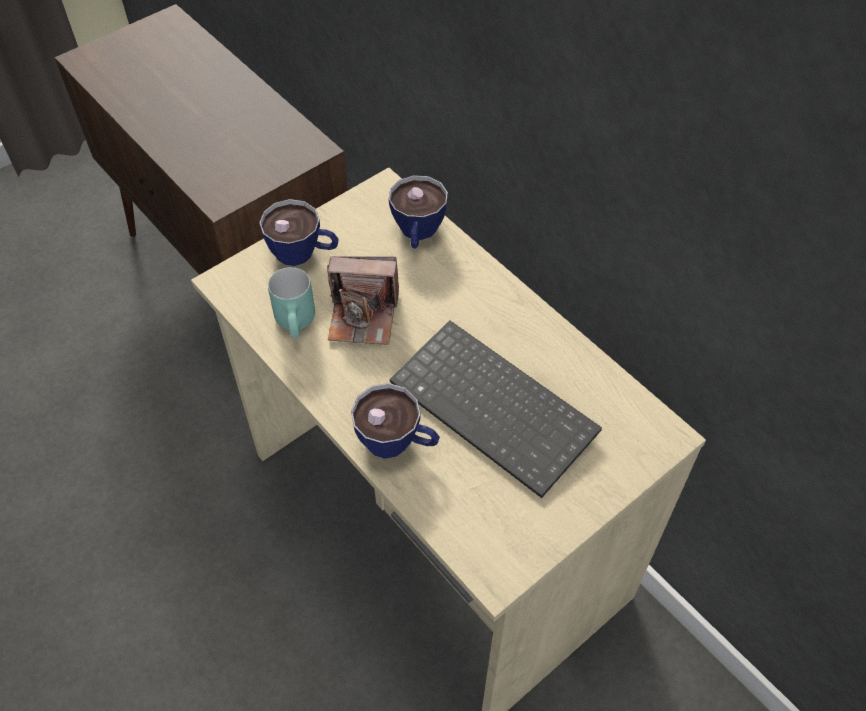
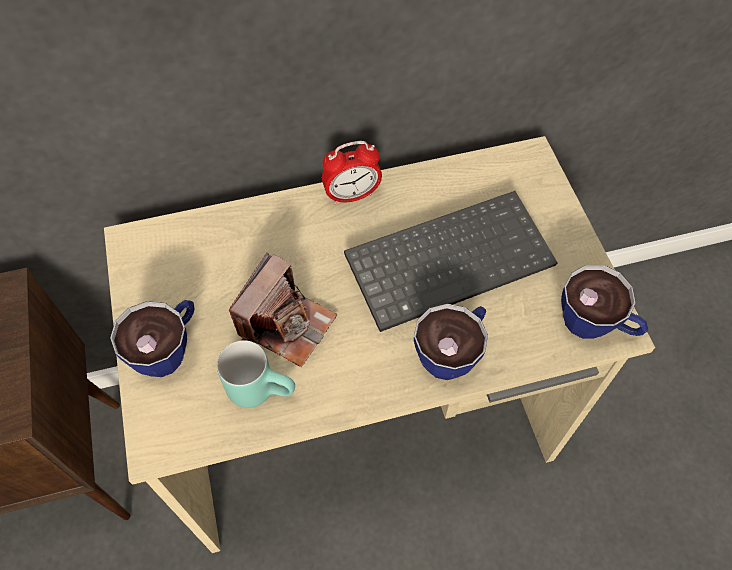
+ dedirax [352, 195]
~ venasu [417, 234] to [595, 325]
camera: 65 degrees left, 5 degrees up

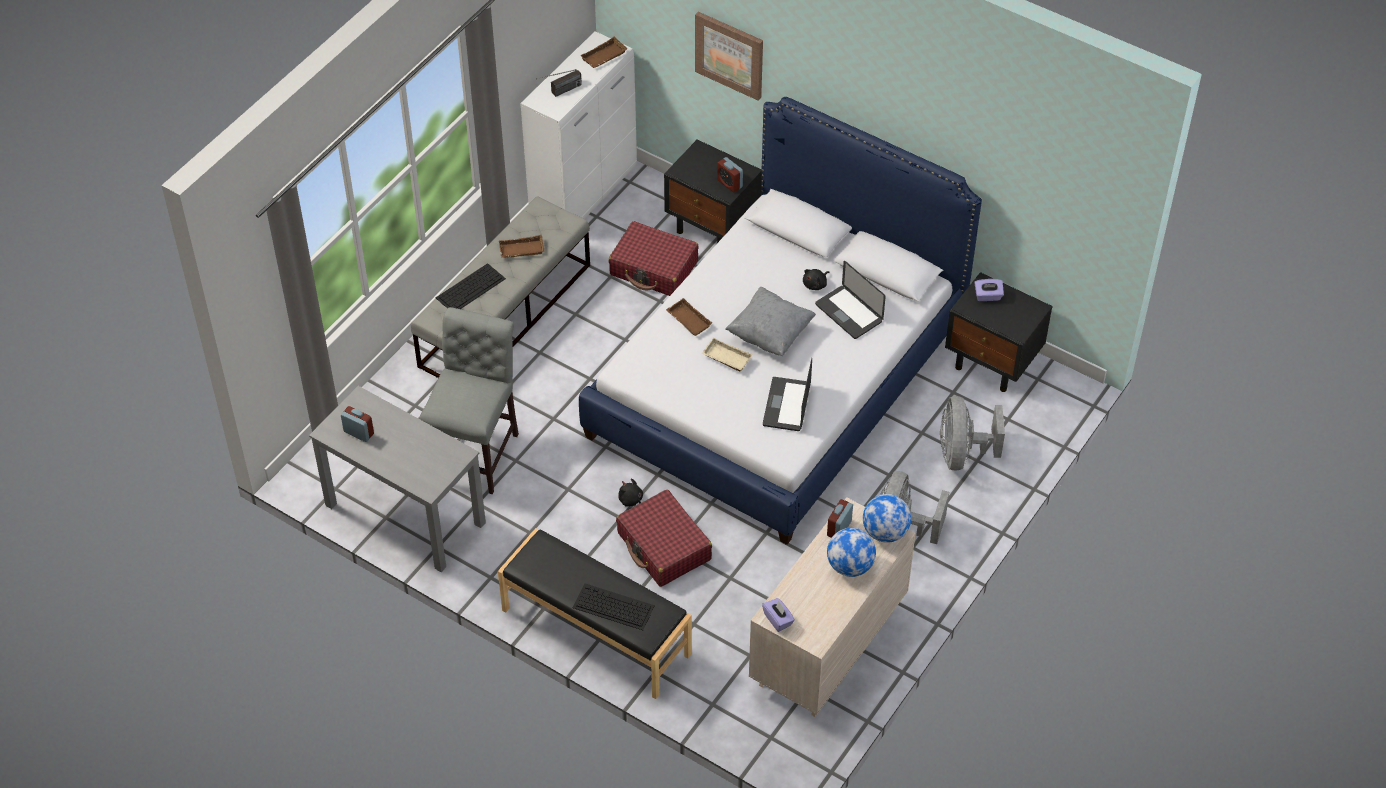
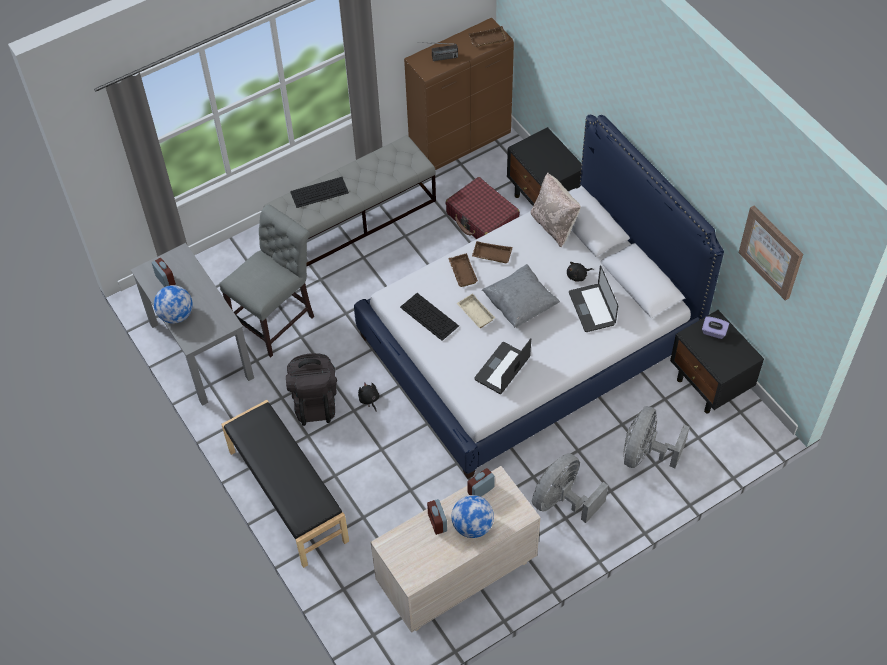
~ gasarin [885, 532] to [176, 315]
+ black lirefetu [315, 401]
~ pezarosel [612, 607] to [428, 316]
~ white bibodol [584, 194] to brown bibodol [461, 143]
~ dedirax [729, 183] to [437, 522]
~ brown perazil [521, 251] to [491, 255]
+ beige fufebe [554, 225]
~ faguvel [730, 54] to [771, 252]
- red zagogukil [664, 547]
- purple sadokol [778, 620]
camera: 25 degrees right, 5 degrees up

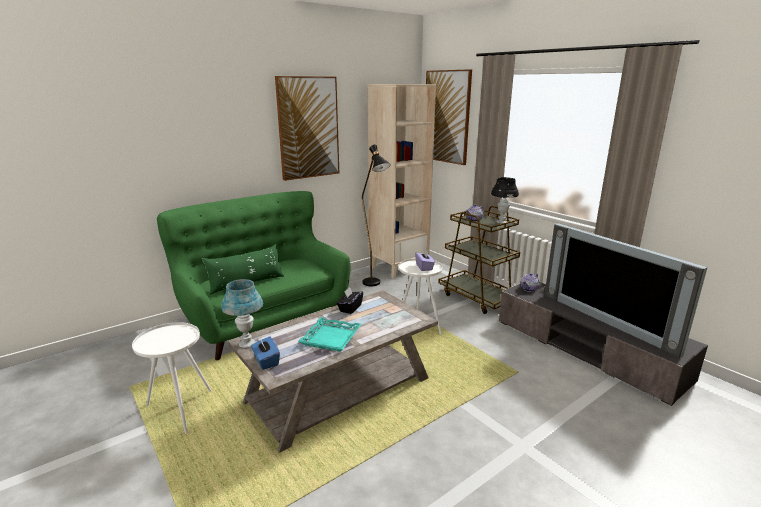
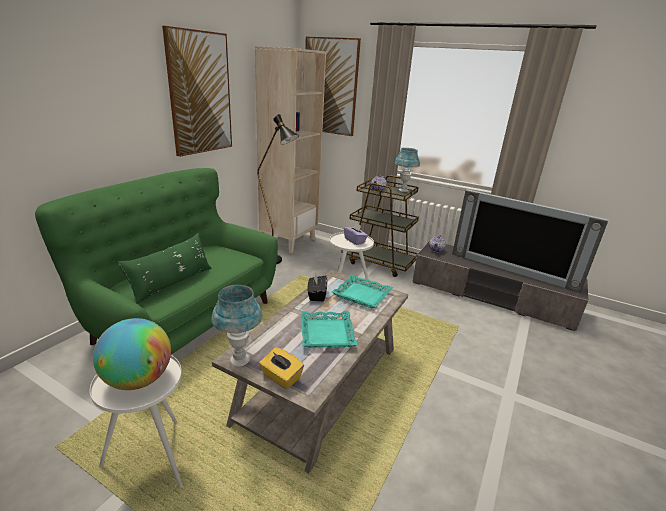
+ gasarin [138, 380]
~ blue sadokol [266, 361] to yellow sadokol [281, 377]
+ turquoise perazil [362, 295]
~ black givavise [501, 222] to blue givavise [403, 190]
camera: 25 degrees left, 5 degrees up

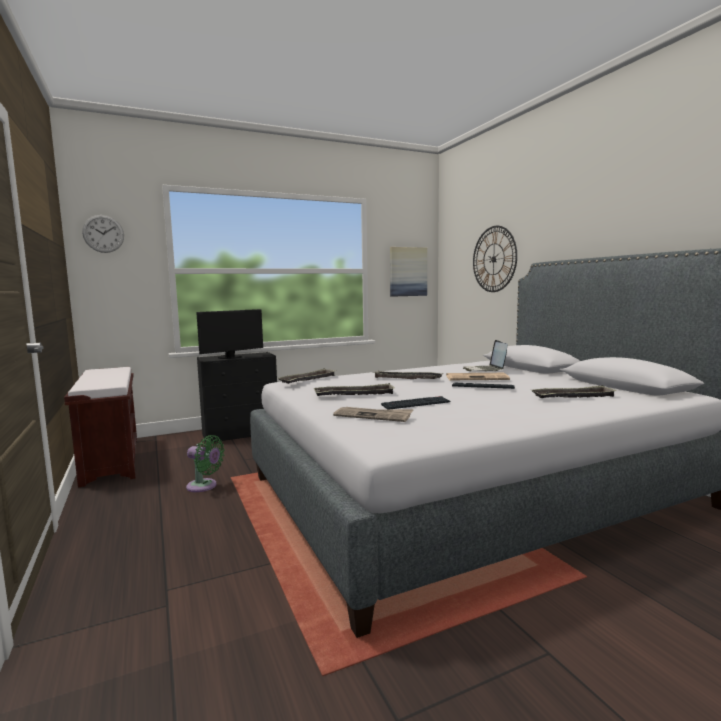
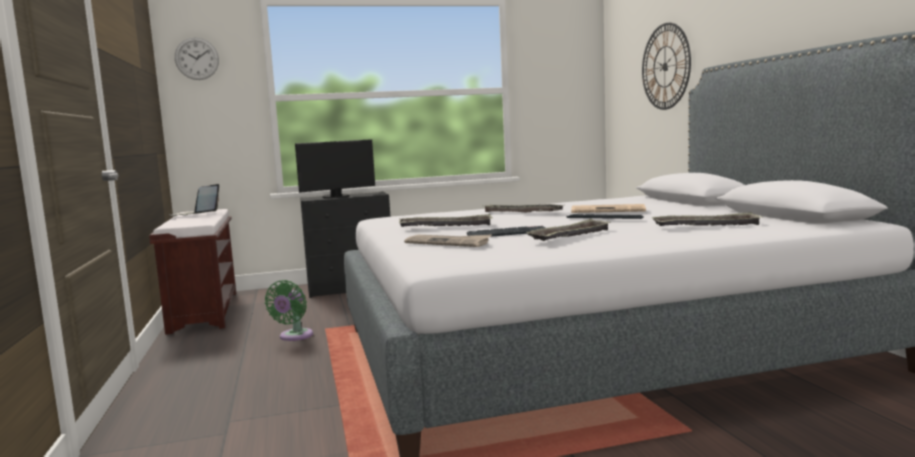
~ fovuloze [485, 370] to [194, 215]
~ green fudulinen [204, 486] = [294, 336] 75 degrees clockwise
~ perazil [308, 380] to [570, 236]
- faguvel [408, 271]
camera: 10 degrees right, 0 degrees up

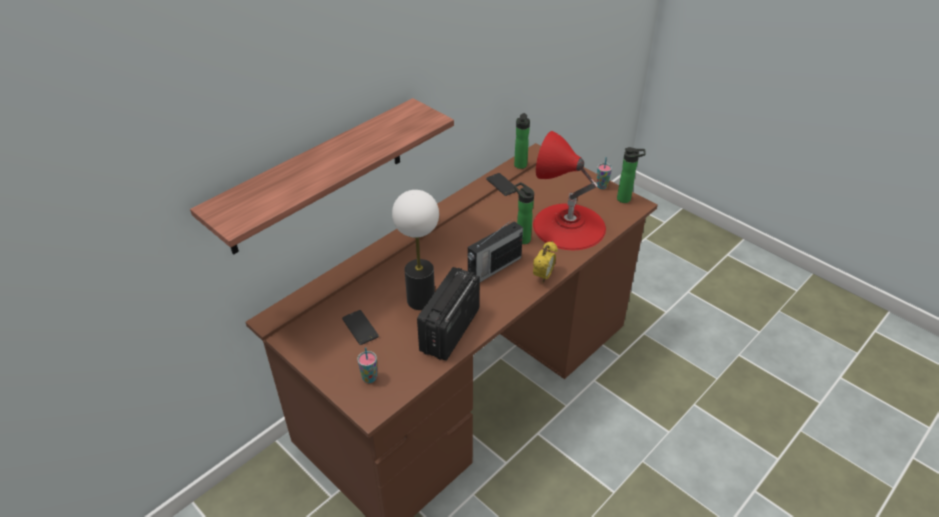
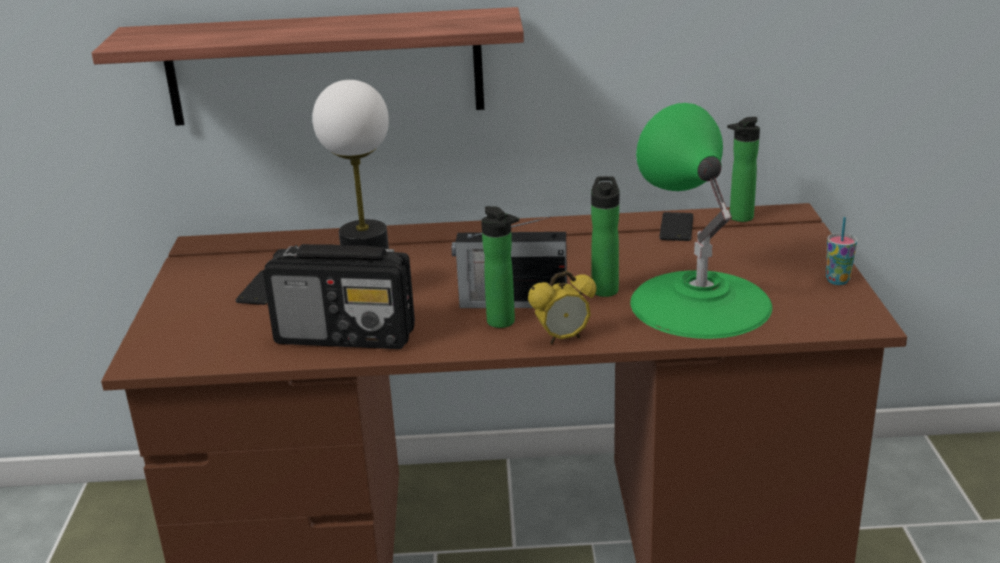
~ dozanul [449, 331] = [347, 336] 150 degrees counterclockwise
~ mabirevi [626, 199] to [503, 323]
~ red givavise [568, 226] to green givavise [699, 303]
- venasu [369, 378]
camera: 45 degrees right, 15 degrees down

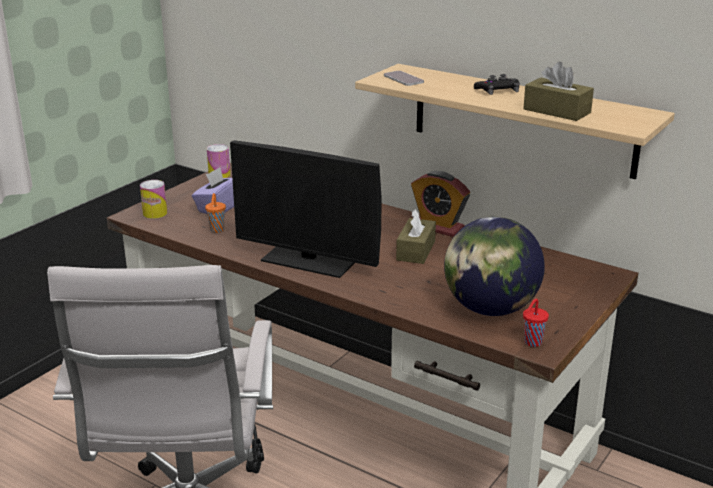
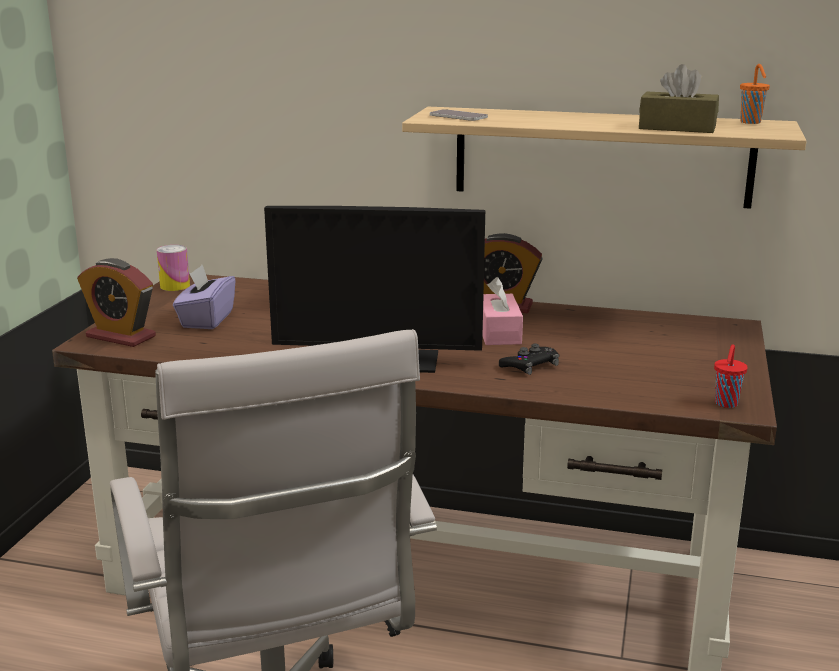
~ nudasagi [155, 213] to dedirax [121, 336]
~ brown sadokol [416, 250] to pink sadokol [499, 332]
~ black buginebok [497, 91] to [530, 366]
~ orange venasu [216, 230] to [751, 122]
- gasarin [490, 309]
camera: 20 degrees left, 5 degrees down

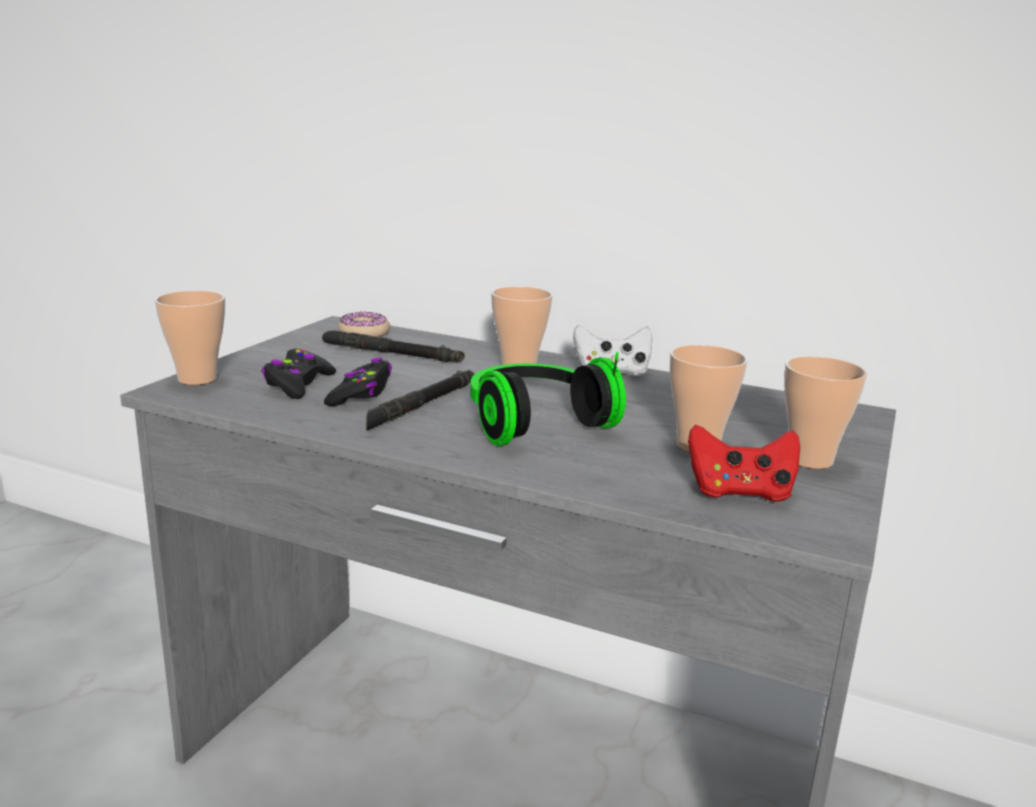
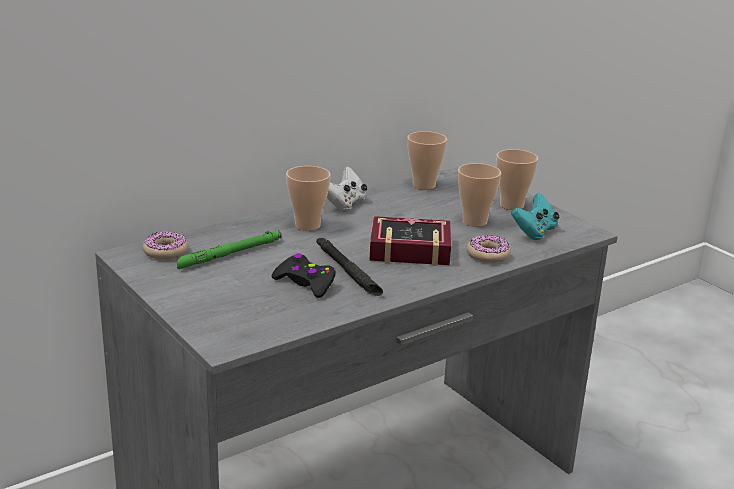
~ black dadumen [392, 354] to green dadumen [230, 254]
~ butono [534, 422] to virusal [406, 248]
~ venasu [197, 379] to [424, 185]
+ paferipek [487, 255]
~ red buginebok [740, 492] to turquoise buginebok [534, 232]
- black buginebok [298, 384]
camera: 60 degrees left, 5 degrees up

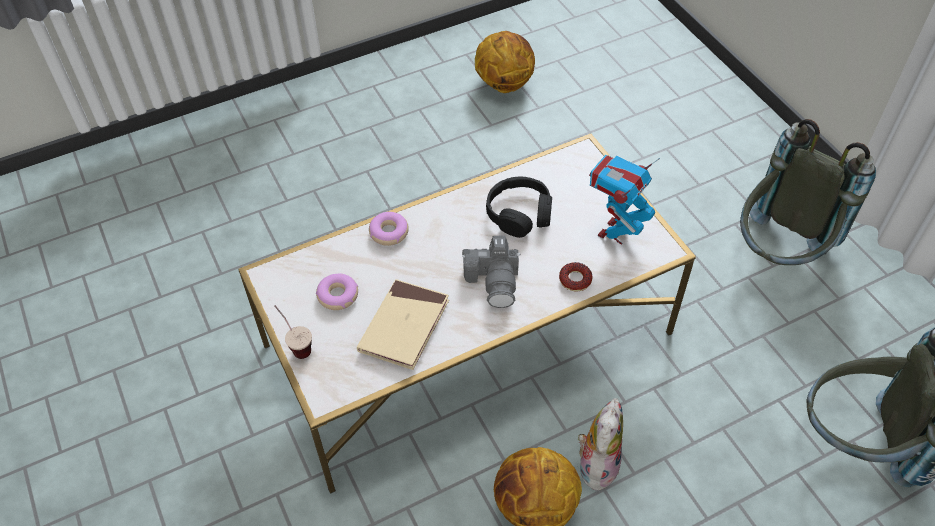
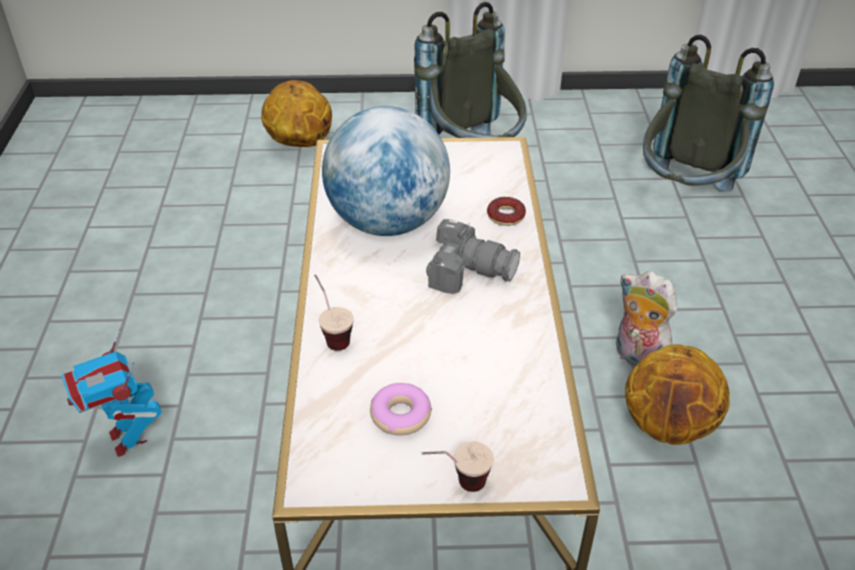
~ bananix [615, 232] to [128, 439]
~ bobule [504, 83] to [299, 143]
~ paferipek [389, 232] to venasu [332, 334]
~ black butono [519, 214] to gasarin [388, 222]
- beige virusal [404, 326]
camera: 65 degrees left, 10 degrees down

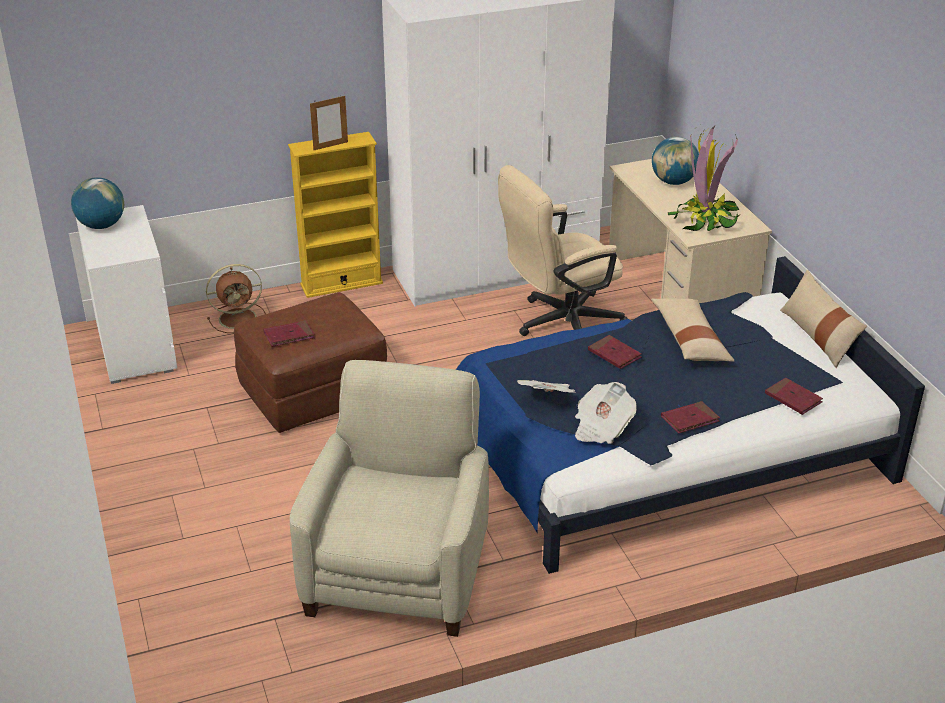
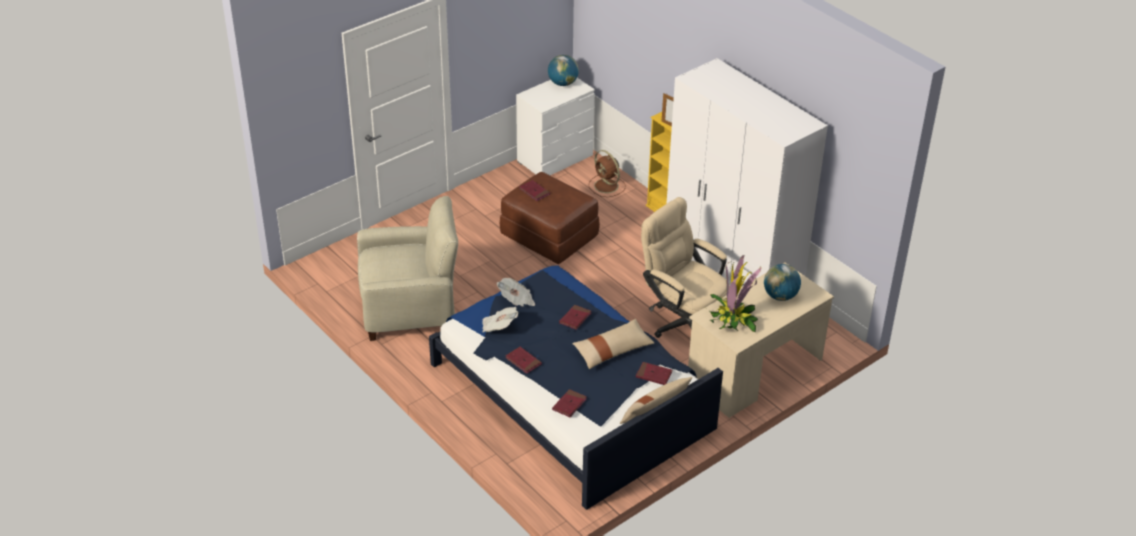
+ red virusal [653, 375]
camera: 70 degrees right, 5 degrees up

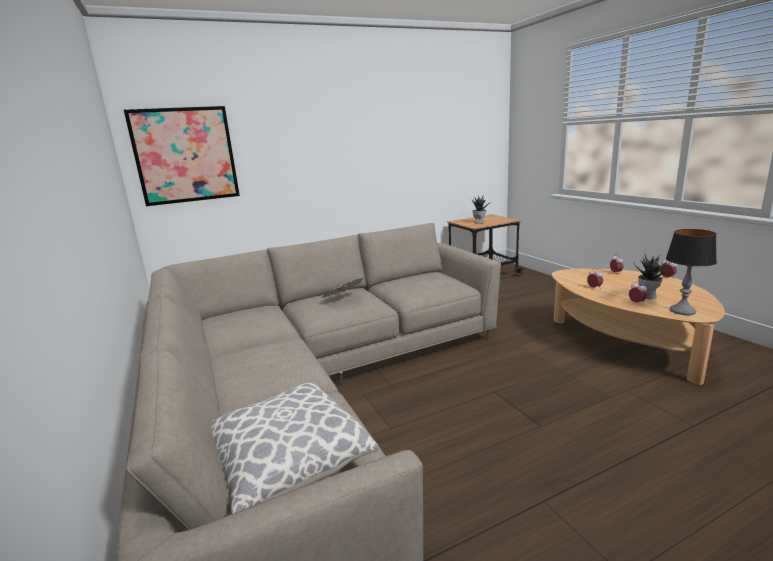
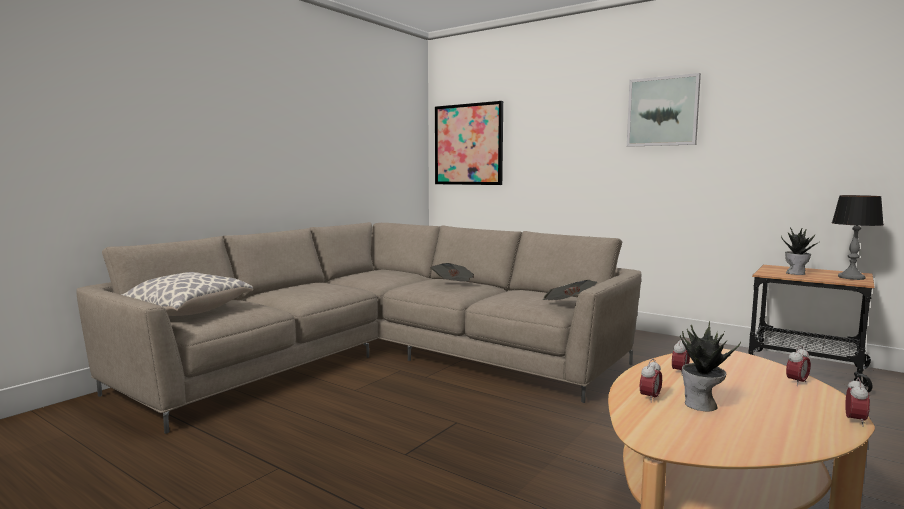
+ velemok [568, 305]
+ faguvel [662, 111]
~ givavise [682, 311] to [851, 277]
camera: 60 degrees right, 10 degrees down

